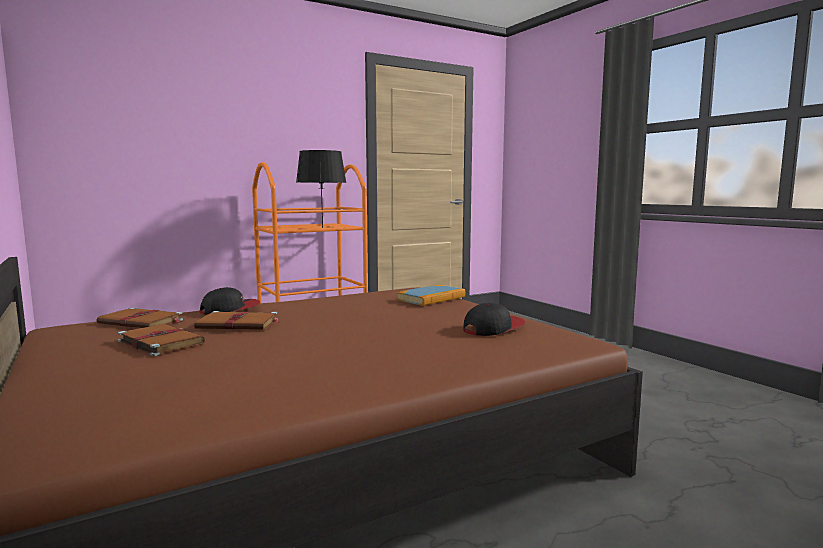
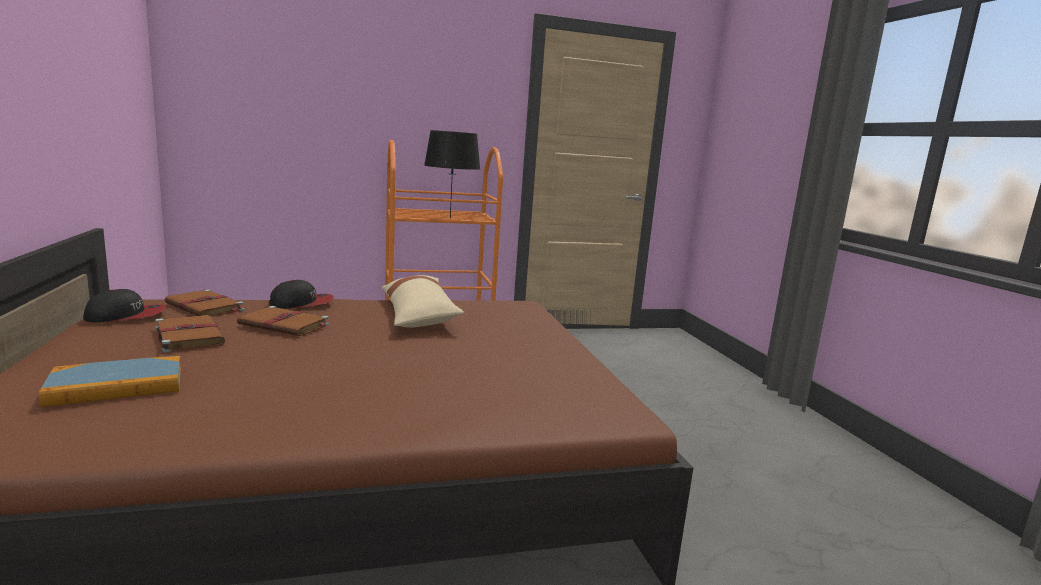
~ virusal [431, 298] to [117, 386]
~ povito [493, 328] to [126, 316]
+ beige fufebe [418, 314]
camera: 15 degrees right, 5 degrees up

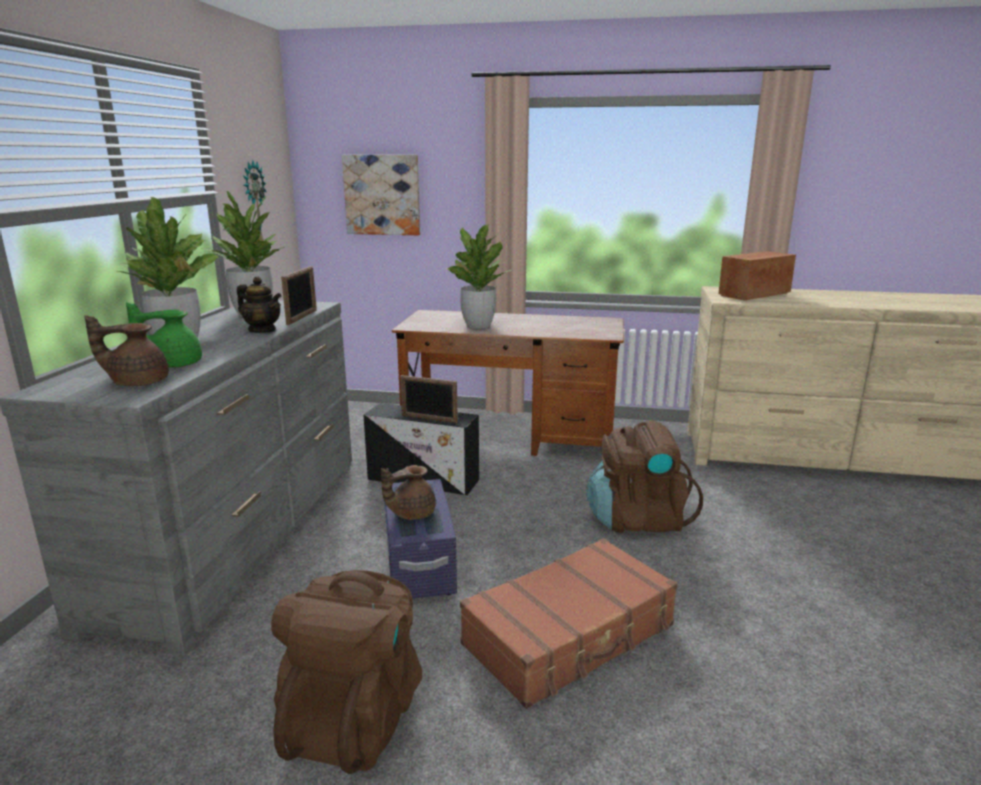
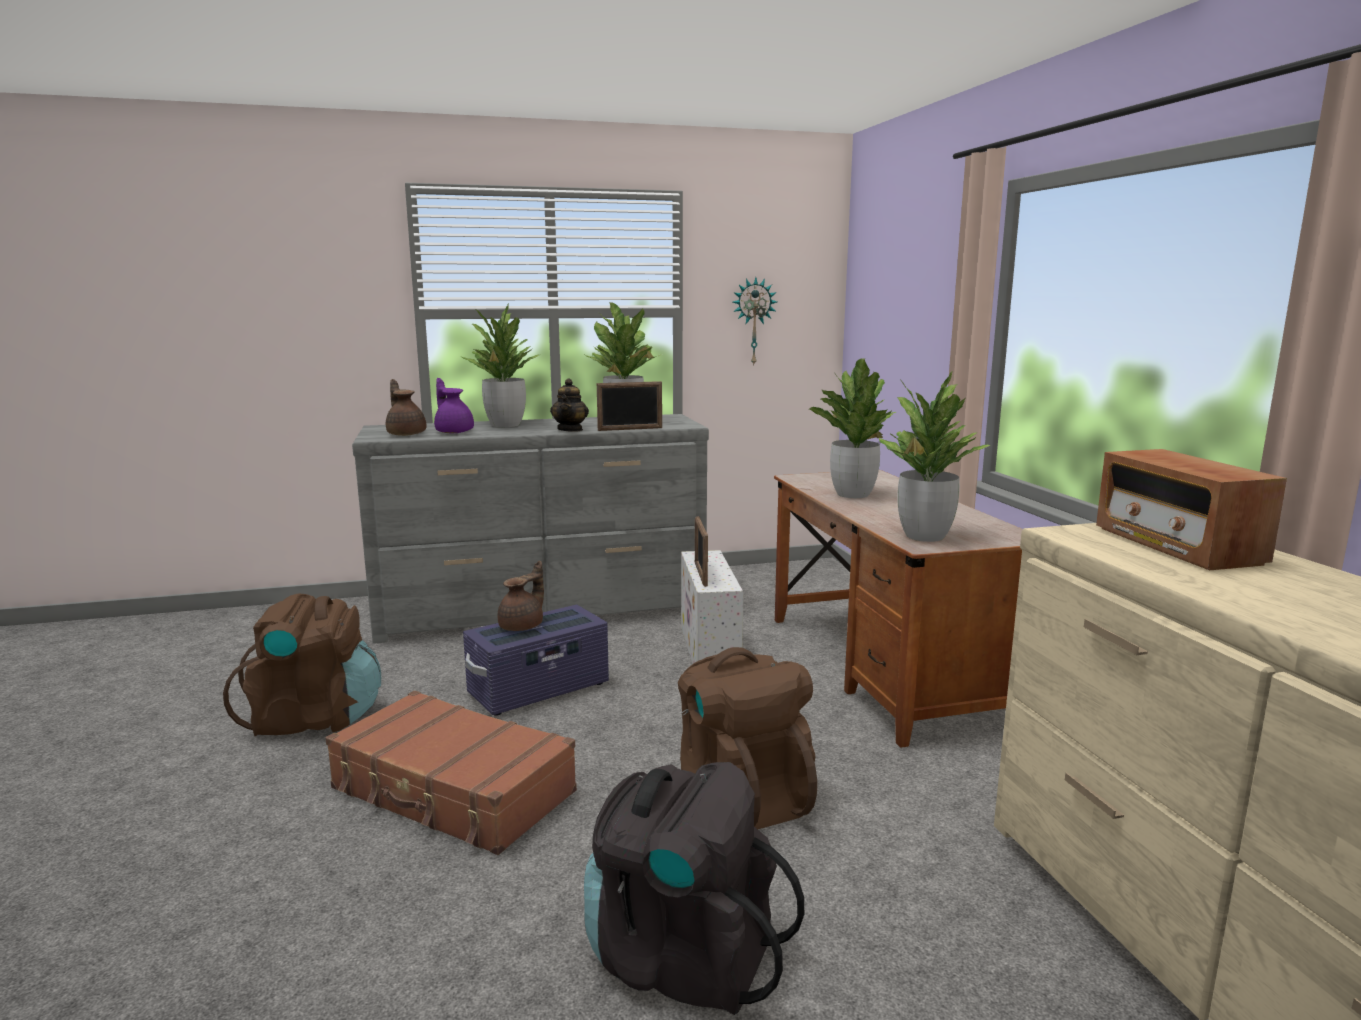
~ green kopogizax [174, 364] to purple kopogizax [454, 432]
~ brown kopogizax [411, 513] = [523, 626] 90 degrees clockwise
+ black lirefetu [682, 957]
~ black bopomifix [425, 479] to white bopomifix [709, 650]
+ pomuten [924, 536]
~ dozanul [754, 294] = [1176, 546] 135 degrees counterclockwise
- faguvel [382, 195]
camera: 65 degrees right, 5 degrees down

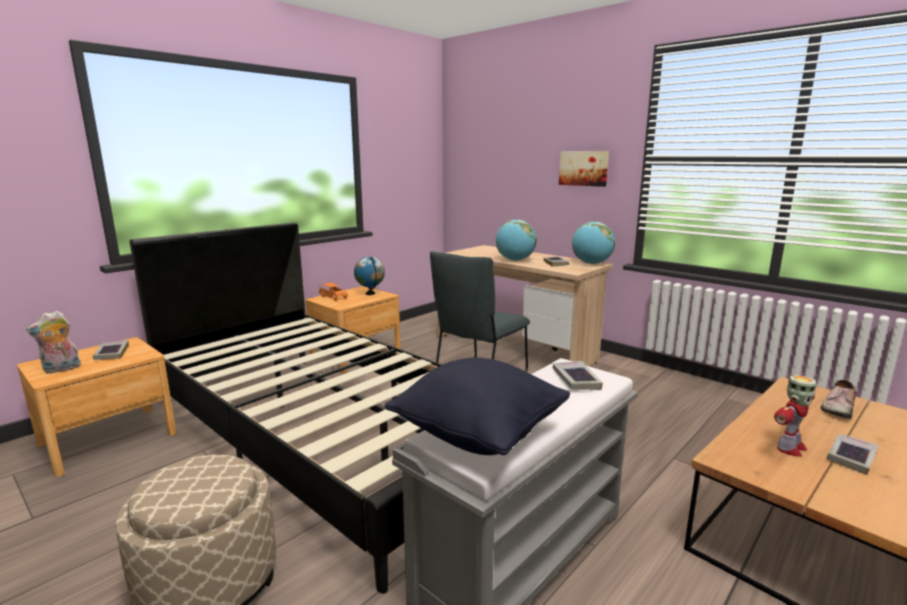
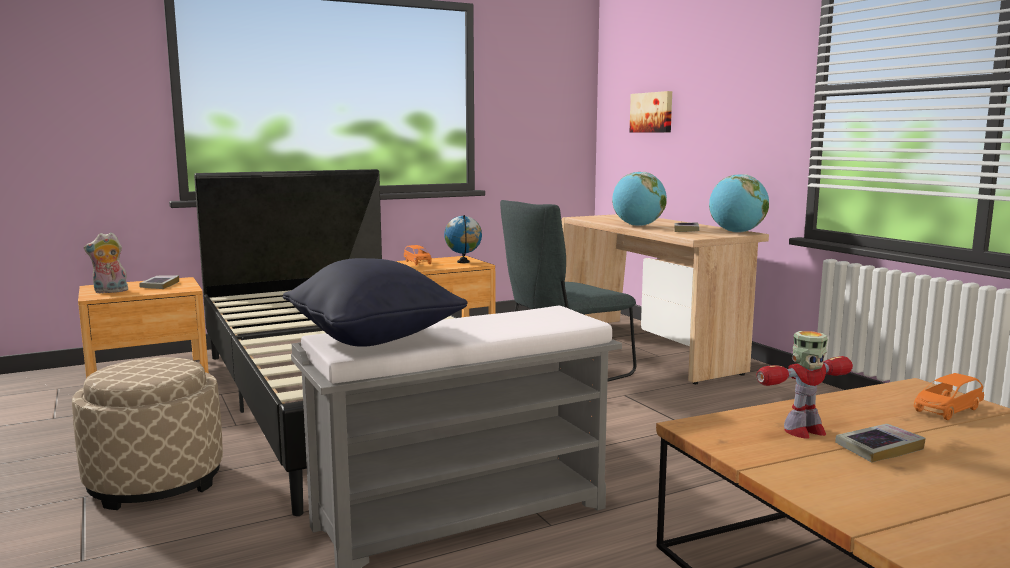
~ faguvel [584, 168] to [652, 112]
~ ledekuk [836, 407] to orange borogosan [947, 410]
- virusal [576, 380]
camera: 20 degrees right, 5 degrees down

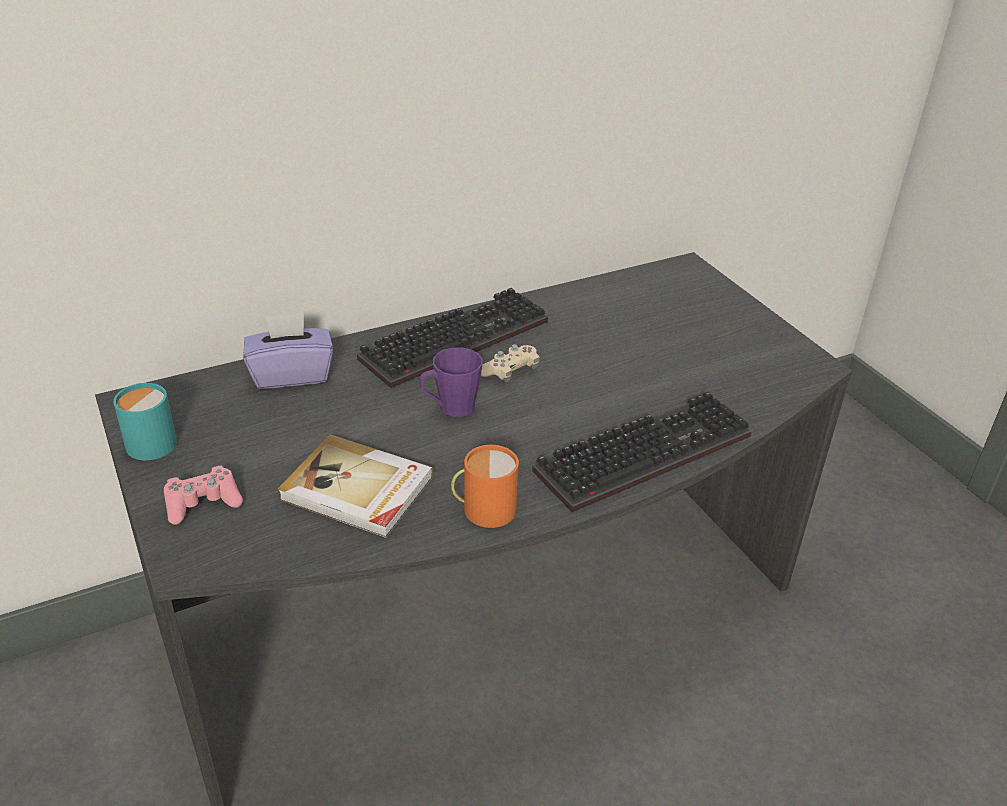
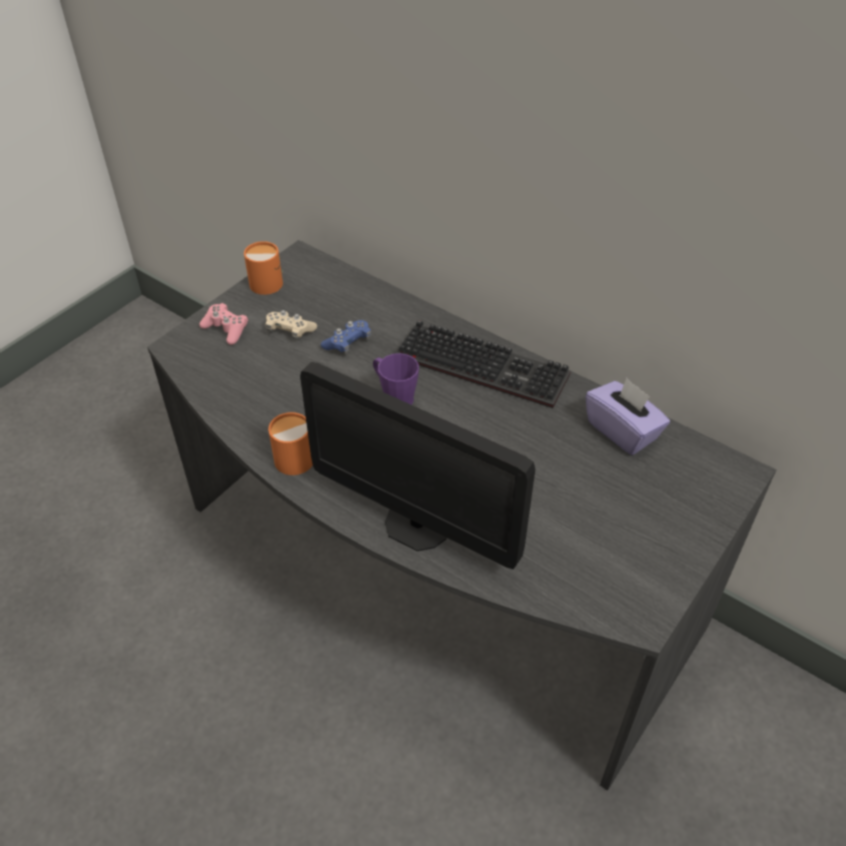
~ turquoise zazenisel [147, 442] to orange zazenisel [267, 281]
~ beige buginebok [509, 372] to [290, 331]
~ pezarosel [644, 450] to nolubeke [417, 525]
+ blue buginebok [348, 343]
~ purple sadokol [291, 374] to [622, 431]
- virusal [357, 490]
camera: 65 degrees right, 10 degrees up

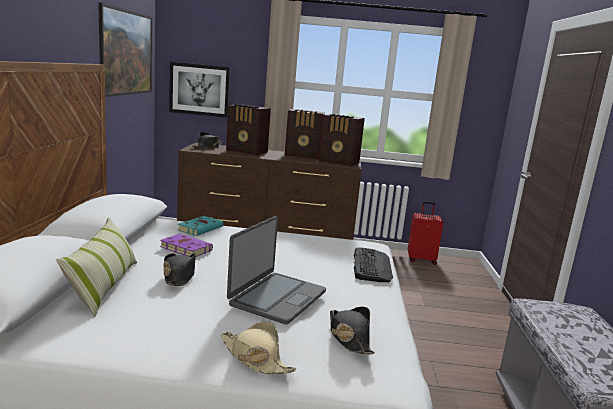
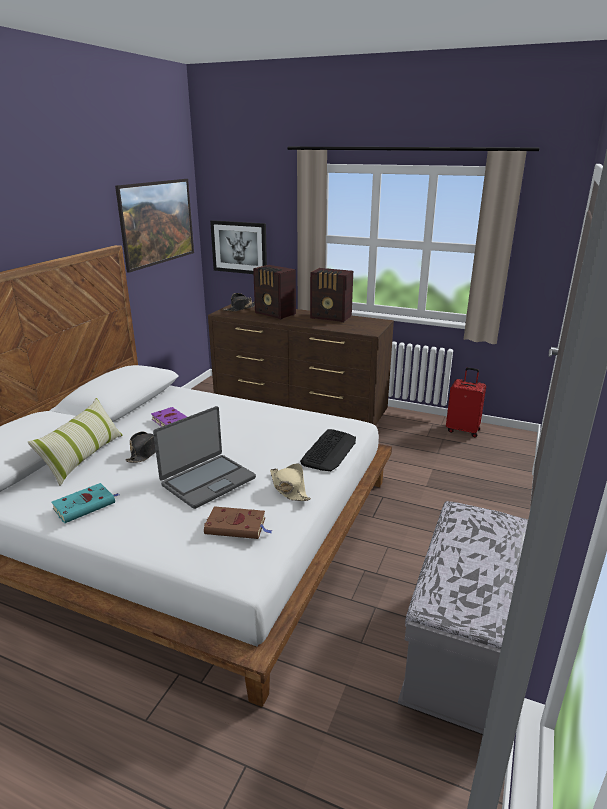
~ turquoise virusal [201, 228] to [86, 505]
~ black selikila [349, 337] to brown virusal [237, 526]
~ beige selikila [255, 358] to [289, 488]
- dozanul [339, 162]
camera: 20 degrees right, 10 degrees up

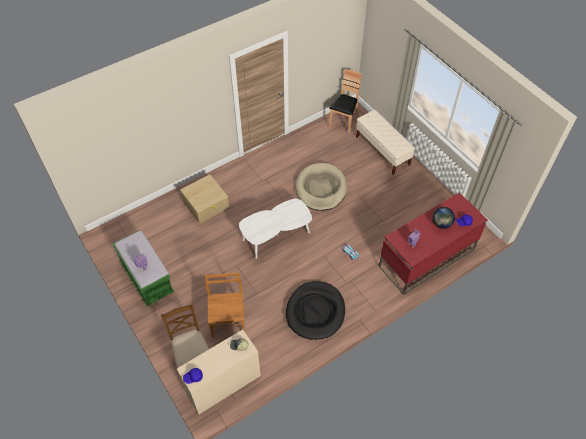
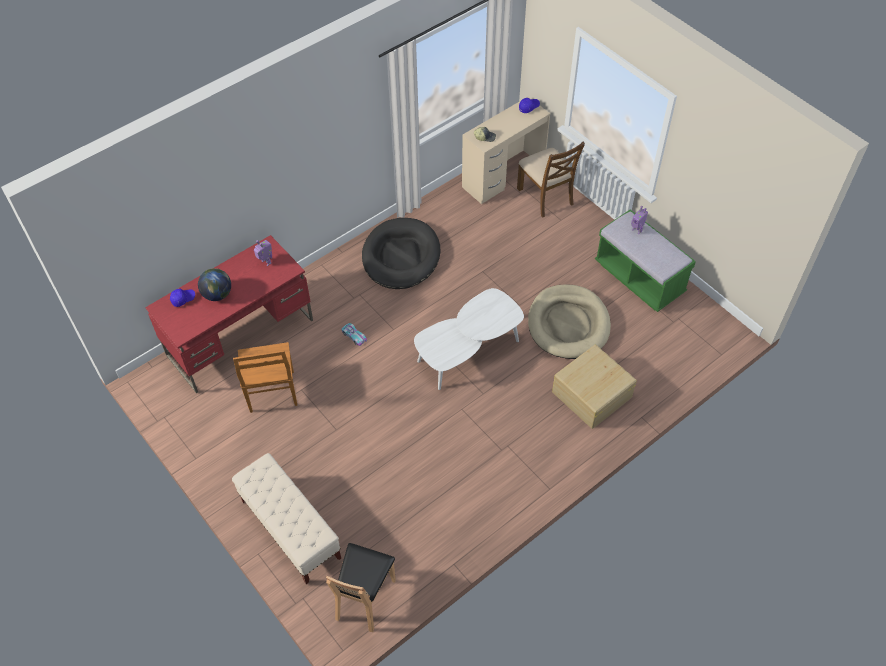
~ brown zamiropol [228, 321] to [272, 393]
~ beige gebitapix [321, 188] to [568, 324]
camera: 175 degrees right, 0 degrees up

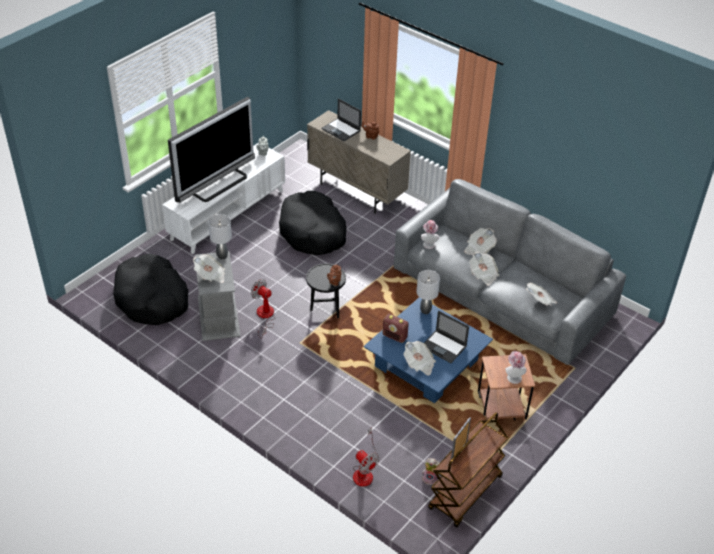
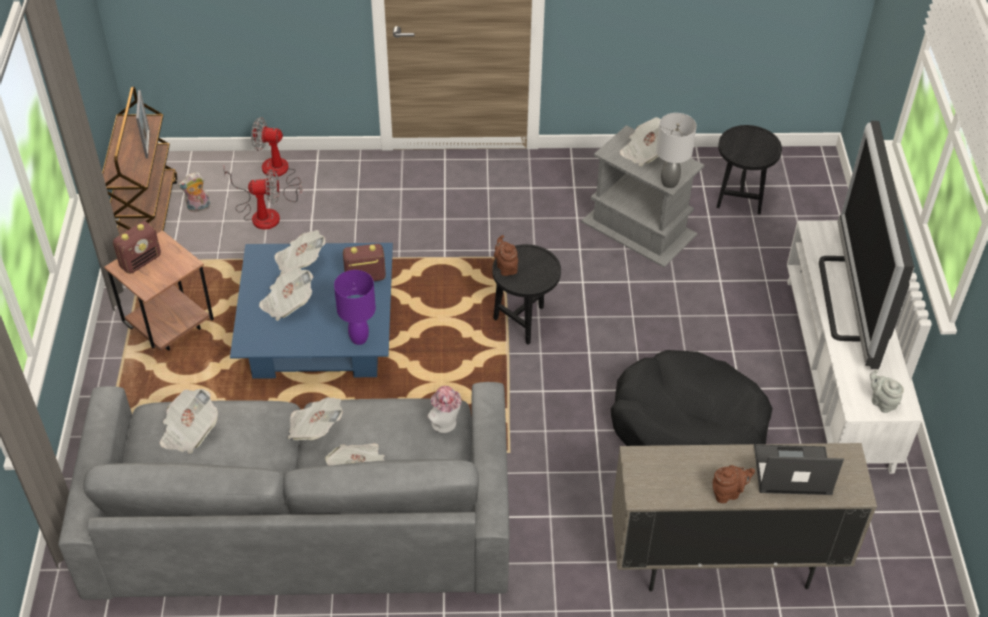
~ selikila [513, 376] to dozanul [141, 261]
~ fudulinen [265, 317] to [259, 214]
~ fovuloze [444, 347] to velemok [287, 303]
~ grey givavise [425, 310] to purple givavise [359, 339]
~ black gebitapix [152, 299] to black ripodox [740, 198]
camera: 140 degrees right, 5 degrees up

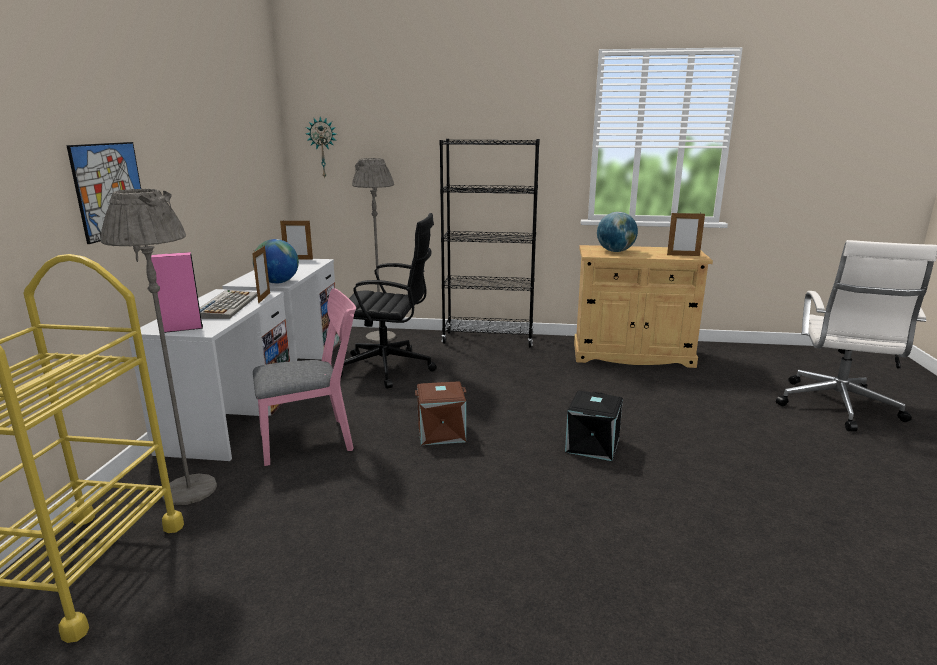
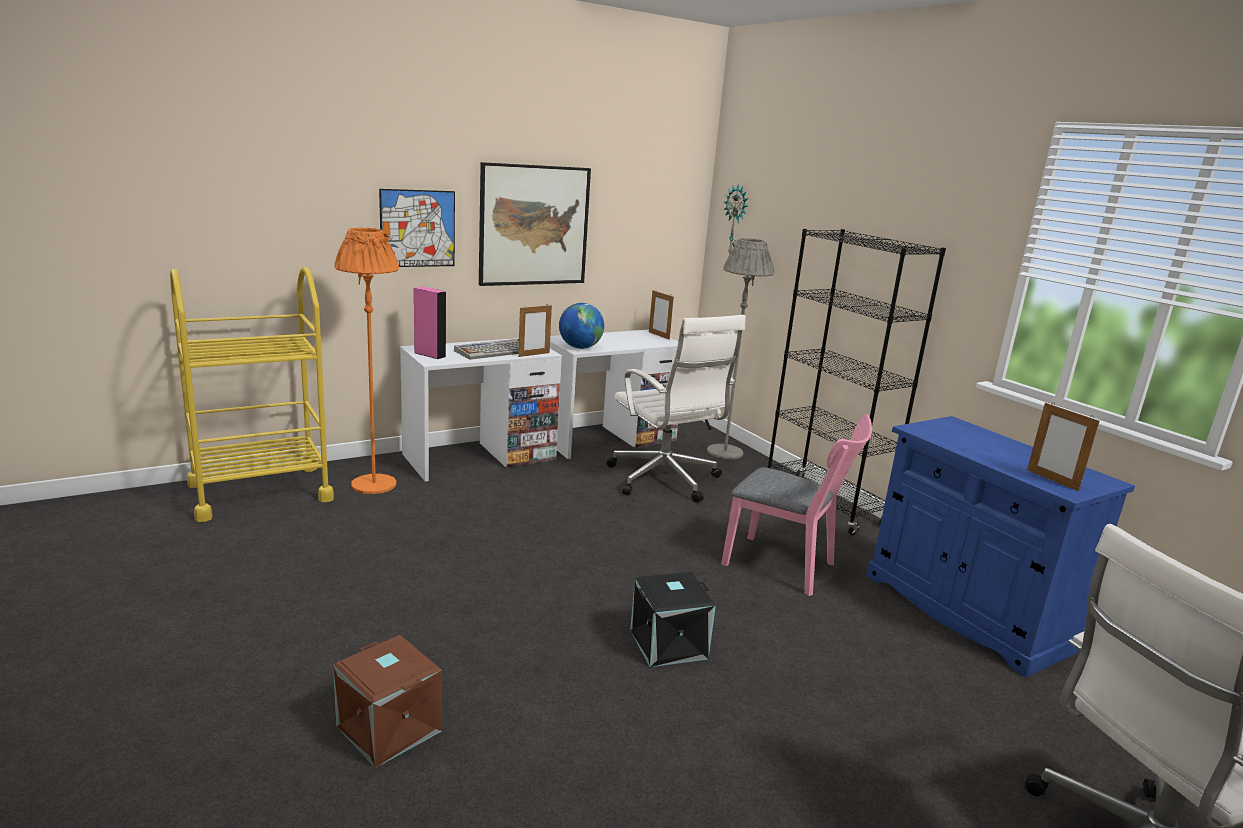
~ brown bopomifix [441, 433] to [387, 729]
~ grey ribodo [189, 490] to orange ribodo [374, 484]
+ faguvel [534, 225]
~ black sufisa [389, 368] to white sufisa [665, 480]
~ pink zamiropol [314, 440] to [787, 567]
~ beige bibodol [632, 355] to blue bibodol [966, 611]
- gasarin [615, 251]
camera: 50 degrees right, 0 degrees up

